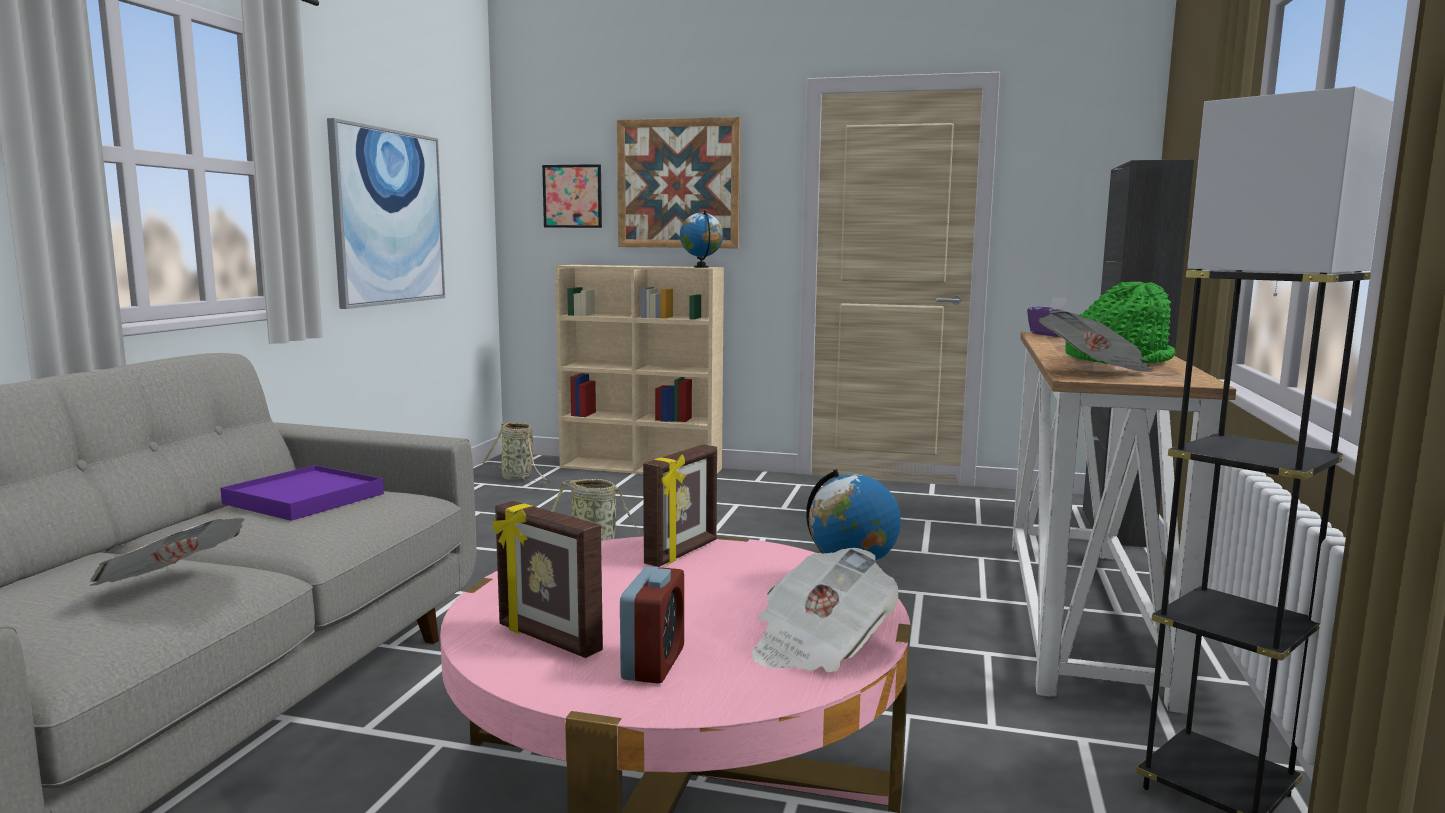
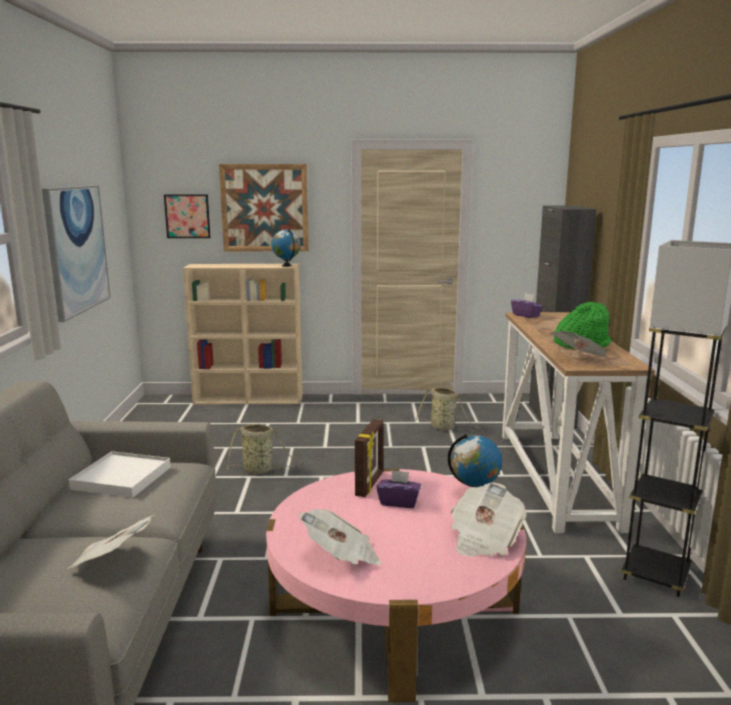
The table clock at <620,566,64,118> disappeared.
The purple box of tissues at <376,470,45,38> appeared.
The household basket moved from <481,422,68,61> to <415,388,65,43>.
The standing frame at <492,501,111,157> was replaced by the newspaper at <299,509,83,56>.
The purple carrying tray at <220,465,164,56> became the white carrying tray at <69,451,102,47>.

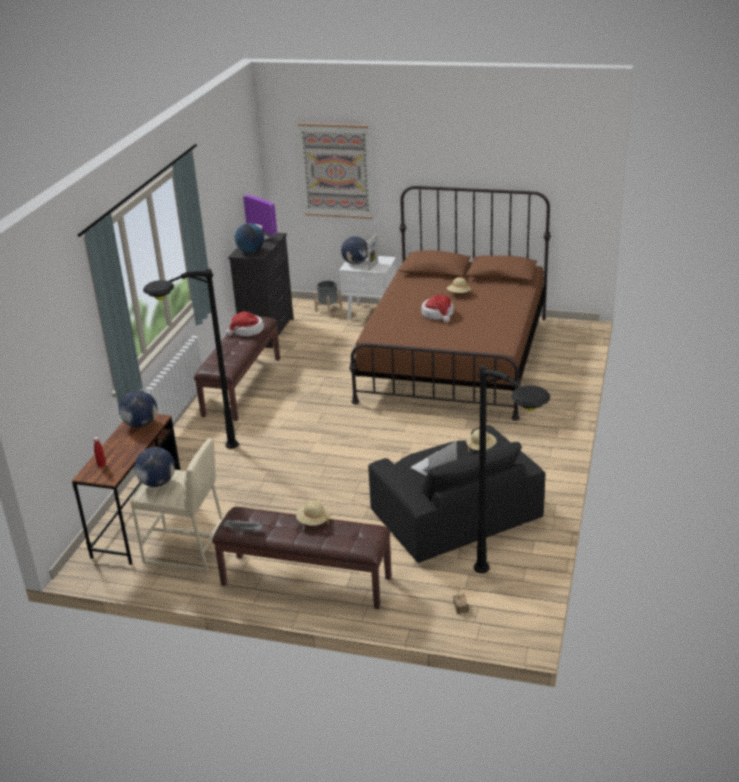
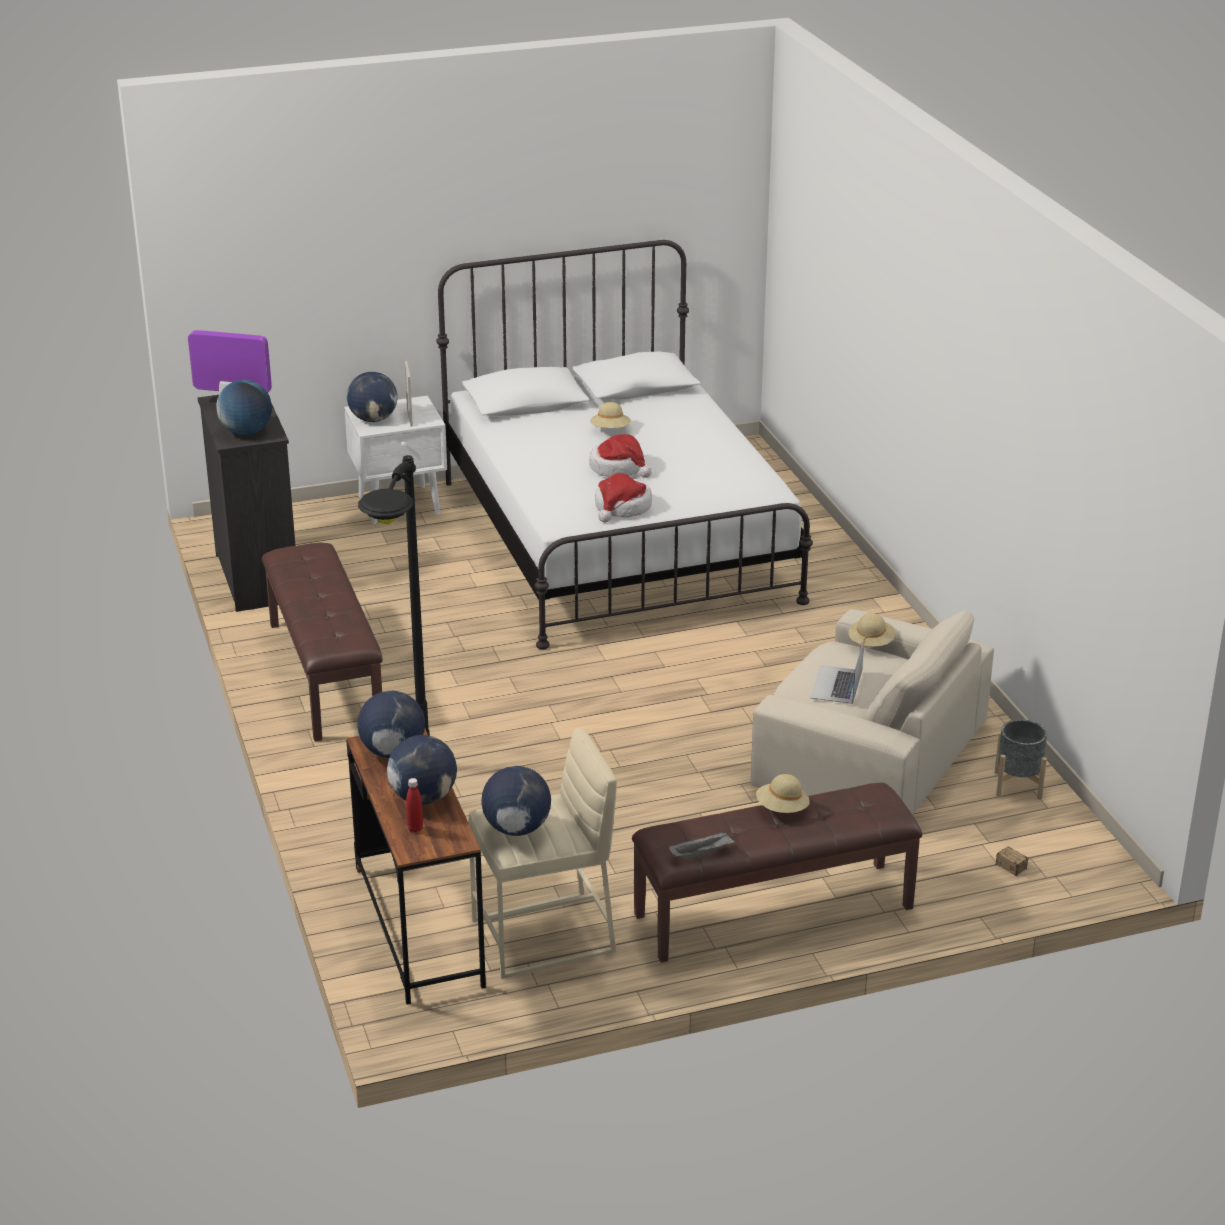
The wall picture at <298,123,75,96> disappeared.
The blackish standing lamp at <474,365,77,208> disappeared.
The globe at <387,735,70,70> appeared.
The wearable hat moved from <226,312,38,24> to <595,473,57,50>.
The gray flower pot moved from <314,280,28,36> to <995,719,52,81>.
The brownish sleeping bed at <349,186,202,235> became the white sleeping bed at <436,240,377,409>.
The blackish easy chair at <368,425,177,138> became the sand-coloured easy chair at <750,609,244,206>.

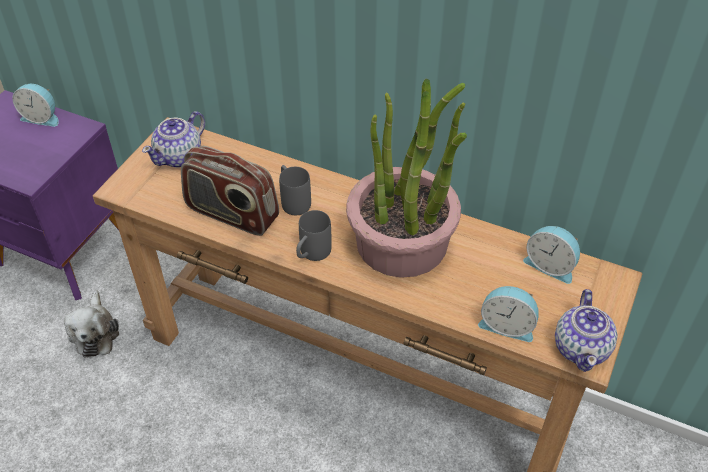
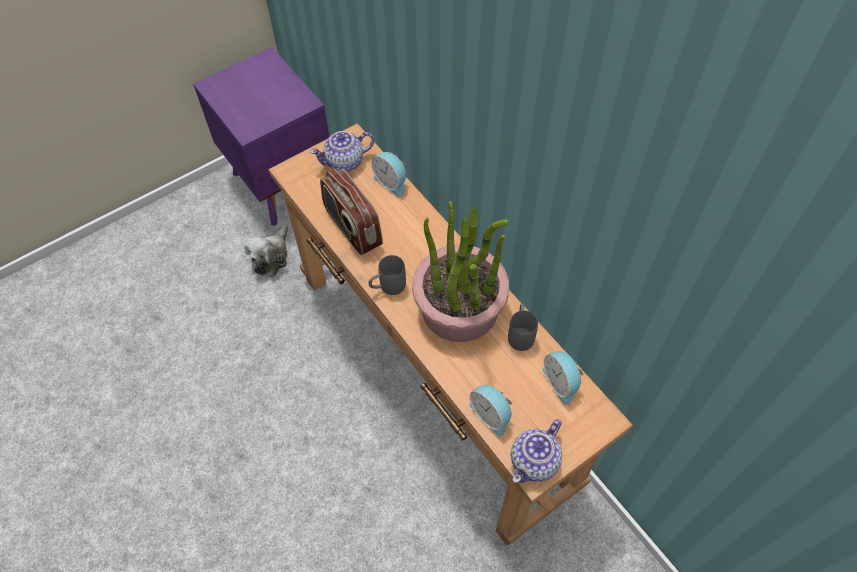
The table clock moved from <12,84,47,43> to <372,152,34,45>.
The gray tea mug moved from <279,165,32,50> to <508,303,30,48>.

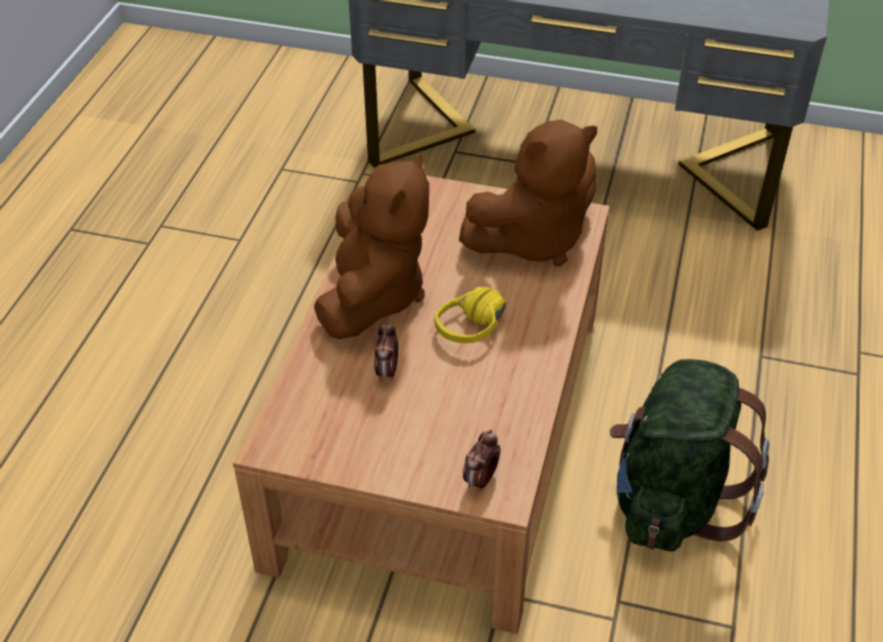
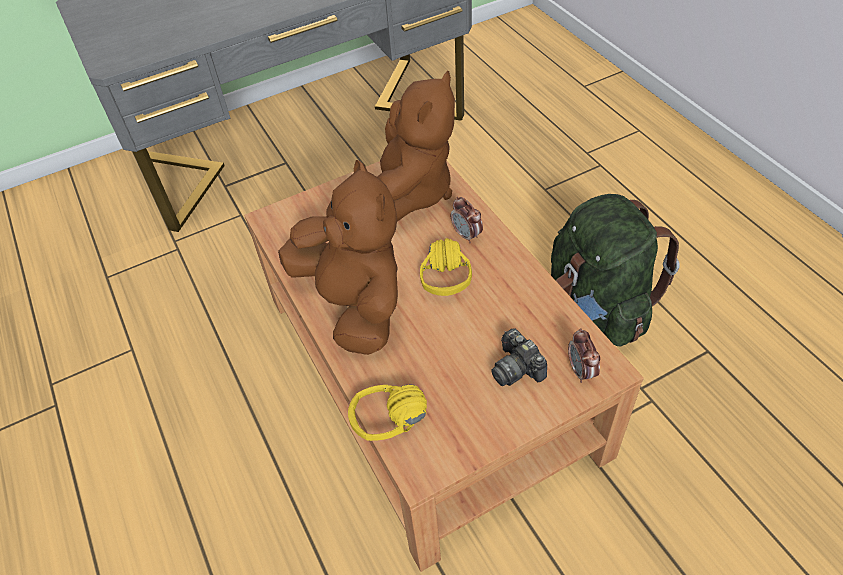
The yellow headset at <348,385,79,56> appeared.
The still camera at <491,328,56,58> appeared.
The table clock moved from <374,321,24,60> to <451,197,32,46>.

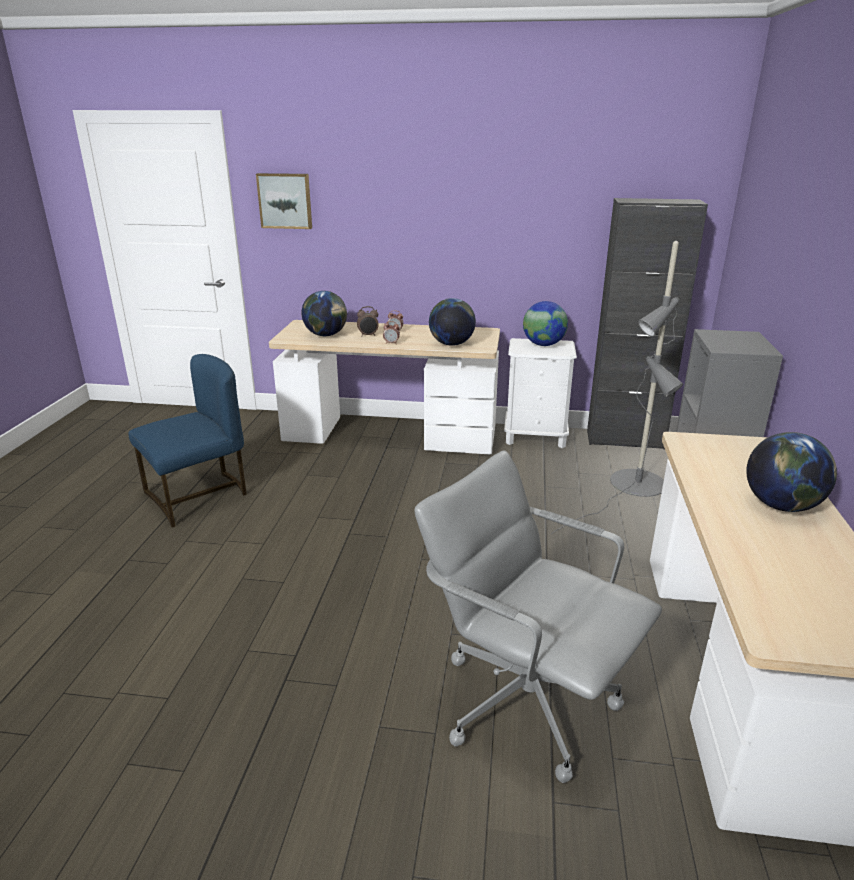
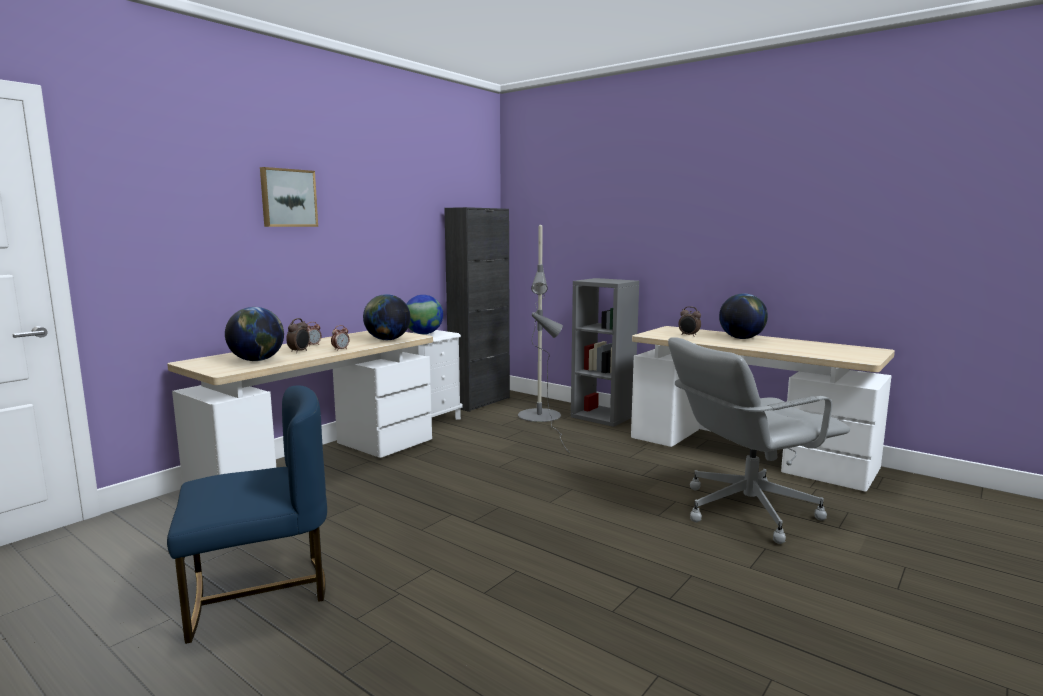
The table clock at <678,306,23,31> appeared.
The wall picture moved from <256,173,56,56> to <260,167,58,60>.
The blue-coloured plain chair at <129,354,117,173> turned 75 degrees clockwise.

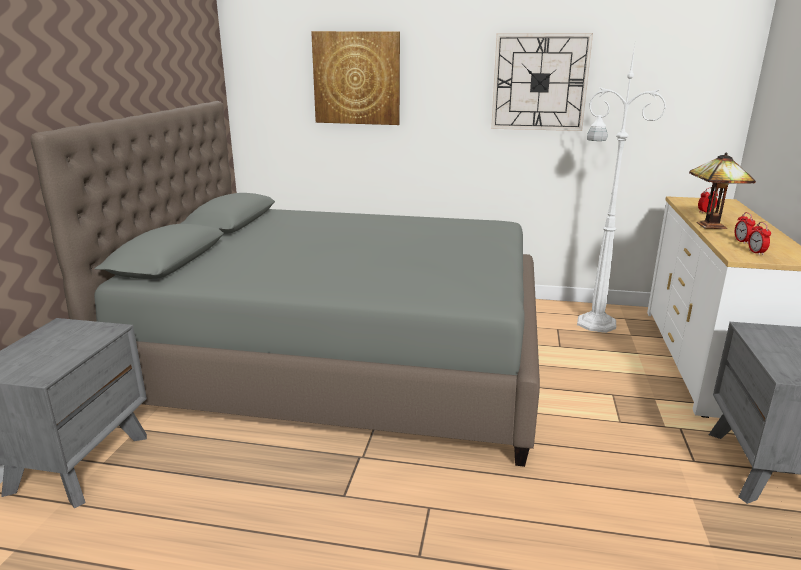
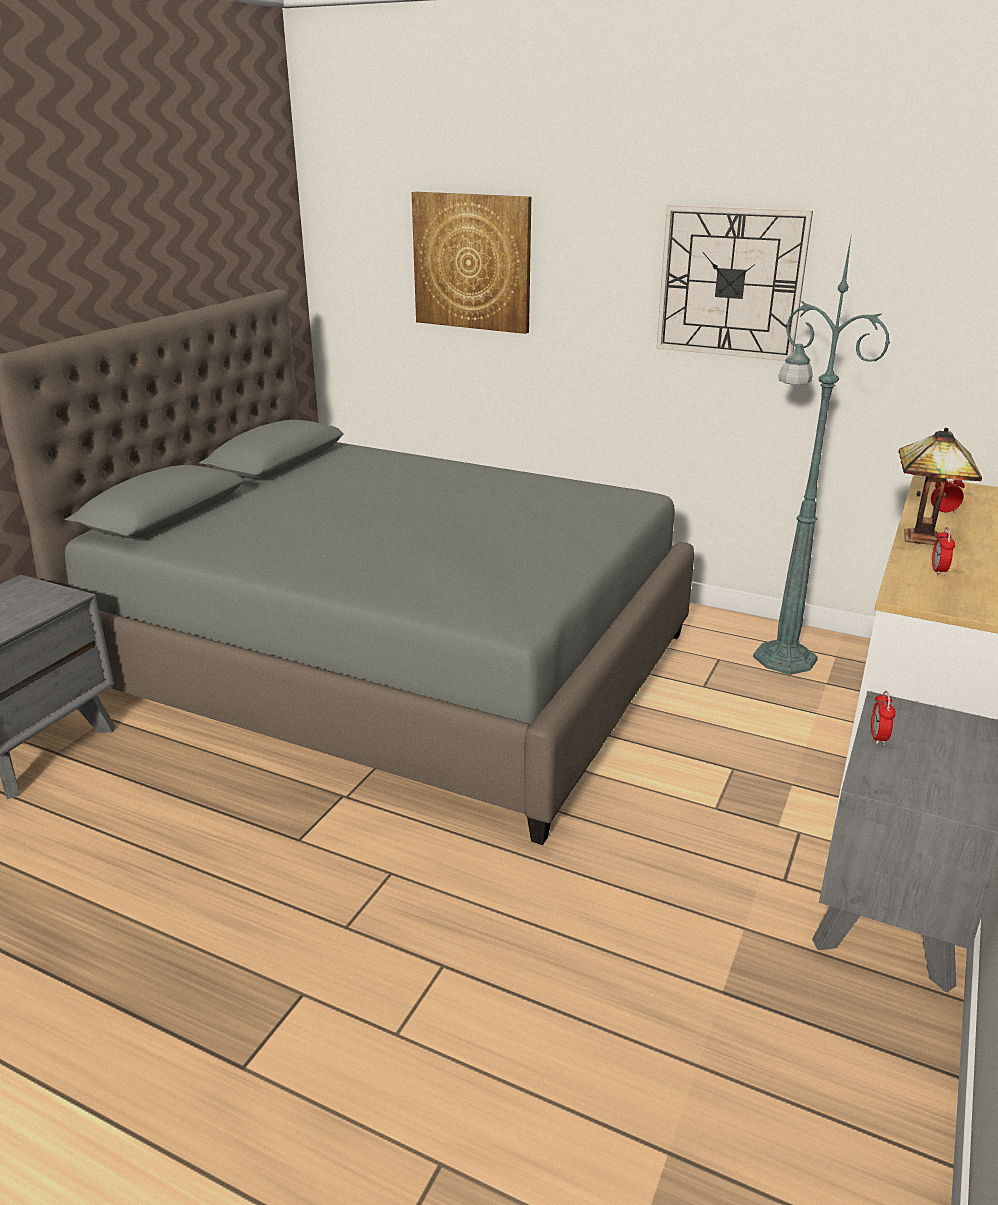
The table clock moved from <748,222,23,33> to <871,691,25,54>.
The white standing lamp at <577,45,90,288> became the green-coloured standing lamp at <753,238,137,437>.

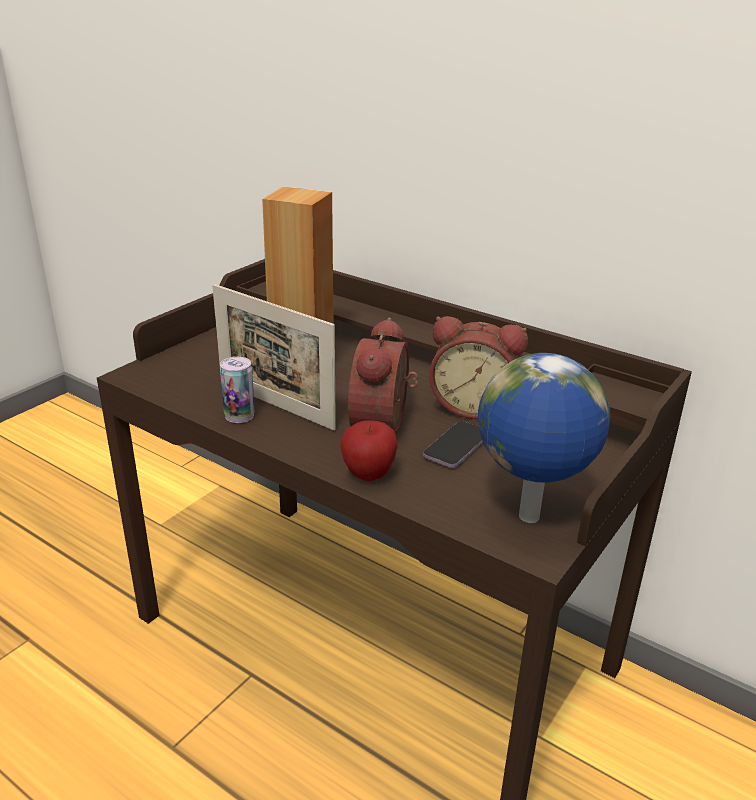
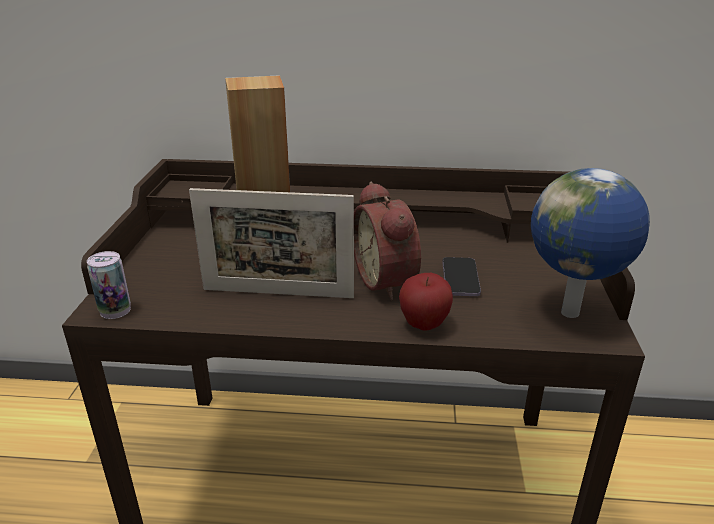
The table clock at <429,316,99,103> disappeared.
The sealed can moved from <220,357,35,66> to <87,251,44,68>.

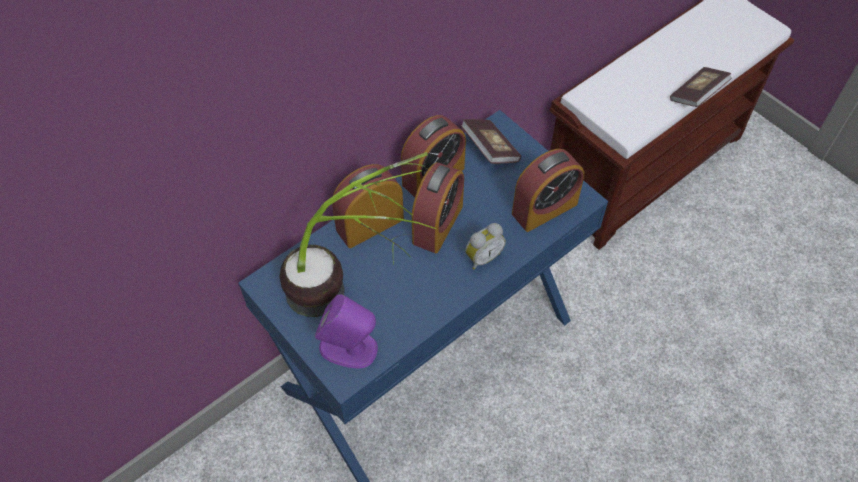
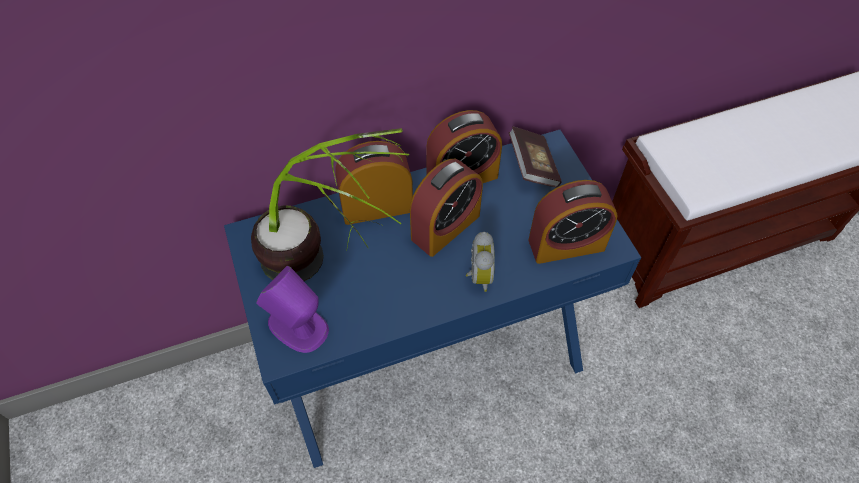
The bound book at <670,67,62,40> disappeared.
The table clock at <465,223,41,47> turned 75 degrees counterclockwise.

